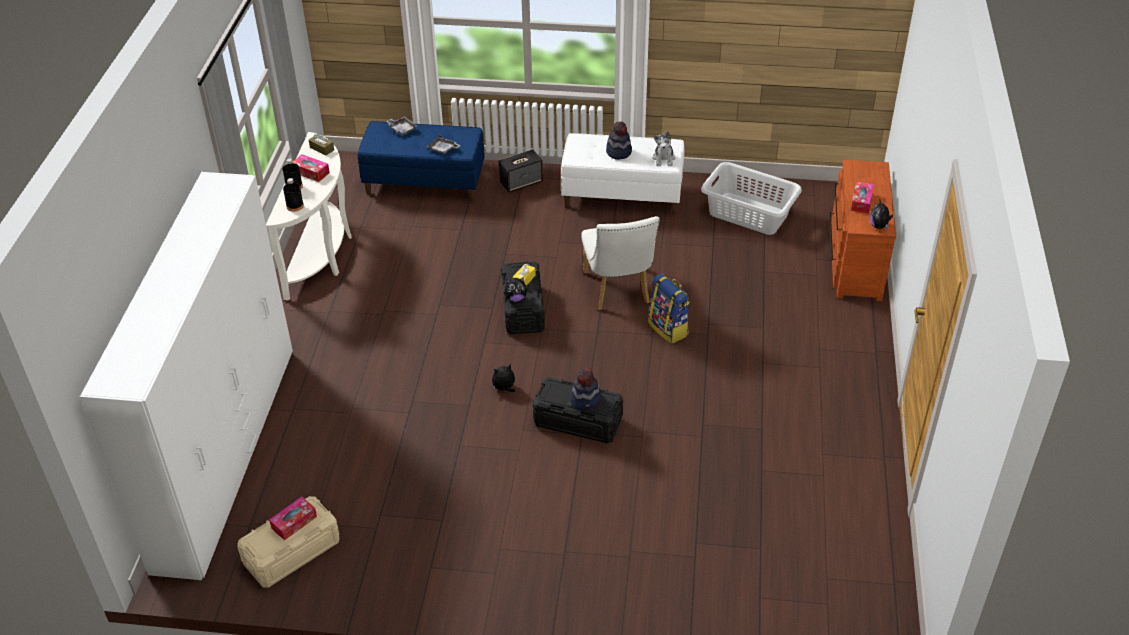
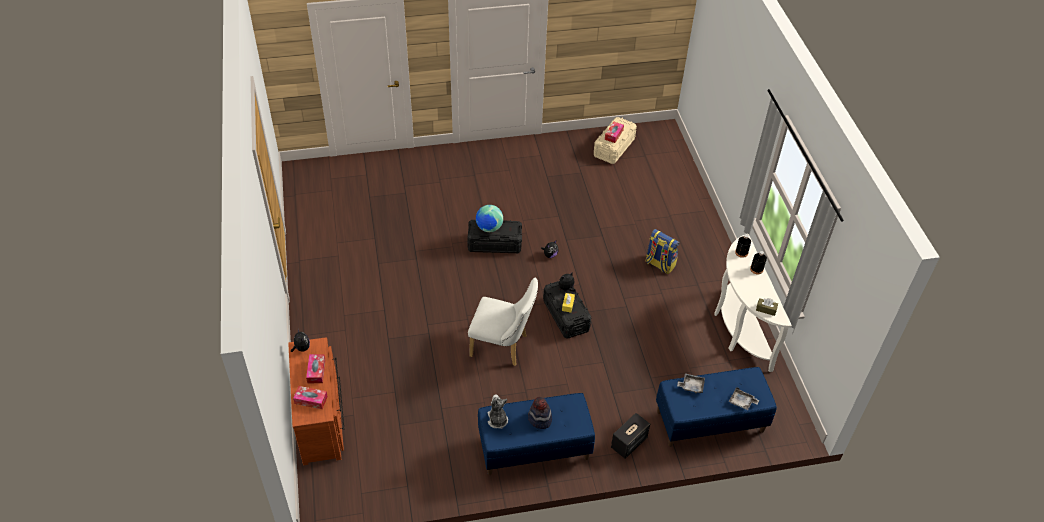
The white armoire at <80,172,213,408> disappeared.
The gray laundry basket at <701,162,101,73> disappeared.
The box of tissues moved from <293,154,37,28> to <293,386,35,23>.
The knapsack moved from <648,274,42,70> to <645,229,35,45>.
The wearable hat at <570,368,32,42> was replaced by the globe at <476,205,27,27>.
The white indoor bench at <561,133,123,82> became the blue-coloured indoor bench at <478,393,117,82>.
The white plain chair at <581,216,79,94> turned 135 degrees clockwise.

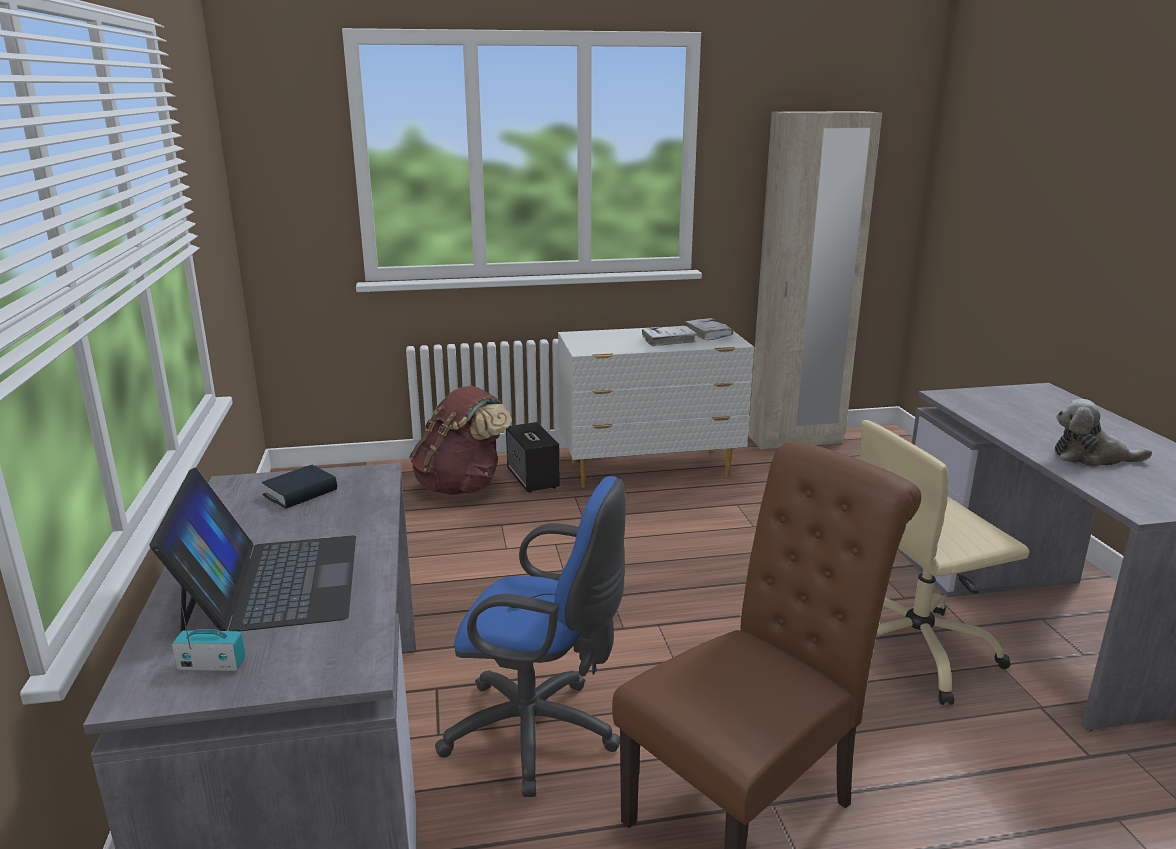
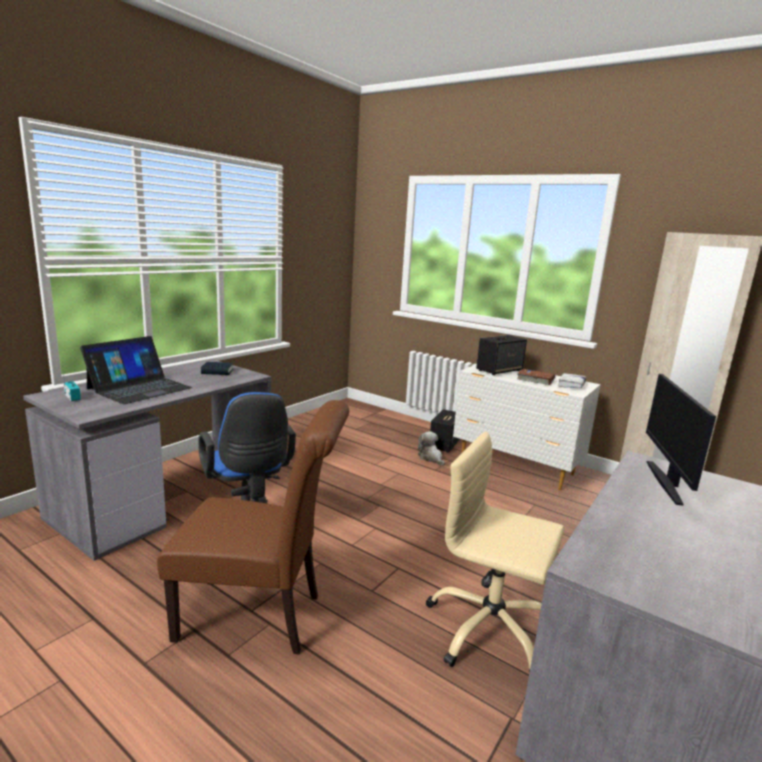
The brownish knapsack at <409,386,103,109> disappeared.
The speaker at <476,335,51,40> appeared.
The monitor at <646,374,70,132> appeared.
The cuddly toy moved from <1055,399,97,68> to <418,432,27,34>.
The white bound book at <642,326,55,20> became the brownish bound book at <517,369,38,16>.

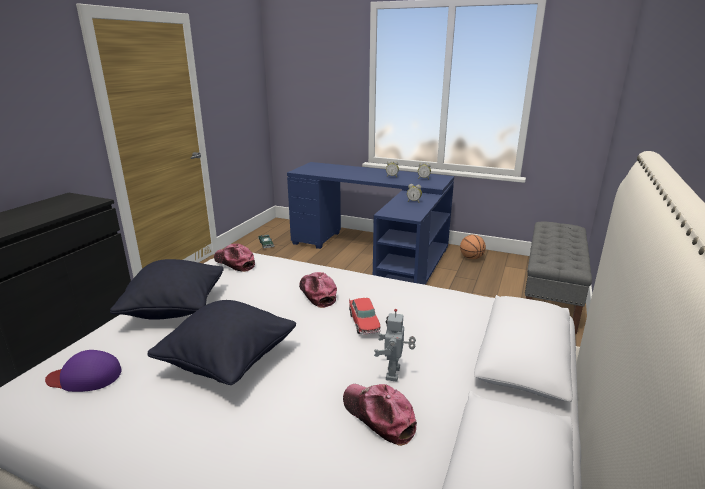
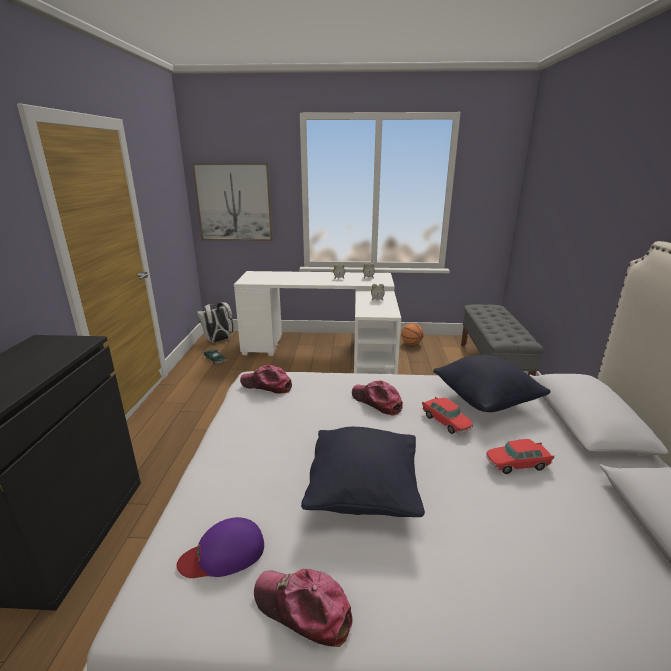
The wall picture at <192,163,81,78> appeared.
The white knapsack at <196,302,37,41> appeared.
The blackish pillow moved from <110,259,114,61> to <433,355,118,57>.
The cap moved from <343,384,74,62> to <254,569,99,78>.
The model robot at <374,309,42,73> was replaced by the miniature car at <486,439,68,35>.
The blue-coloured desk unit at <287,162,167,123> became the white desk unit at <234,271,167,103>.

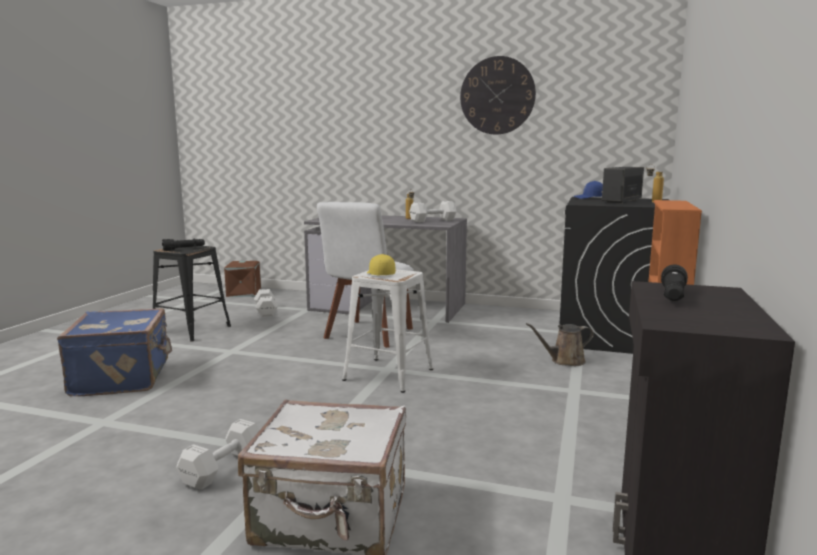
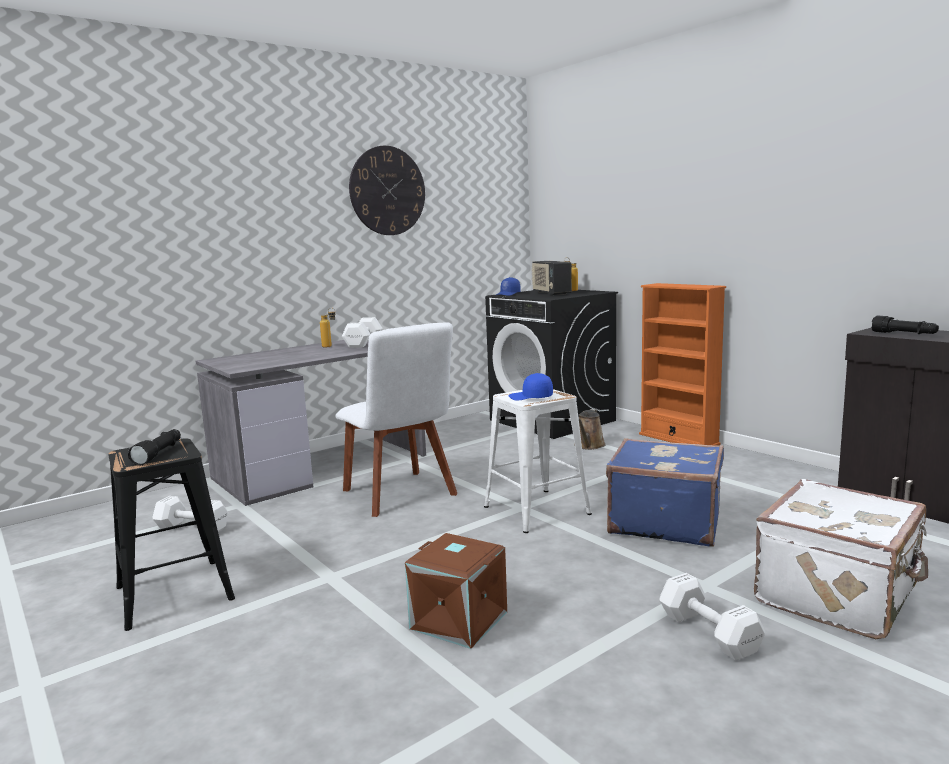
The blue-coloured piece of luggage moved from <57,308,115,88> to <606,438,118,109>.
The brownish storage box moved from <224,261,37,36> to <405,533,102,116>.
The yellow cap at <367,254,28,21> became the blue-coloured cap at <509,373,44,27>.

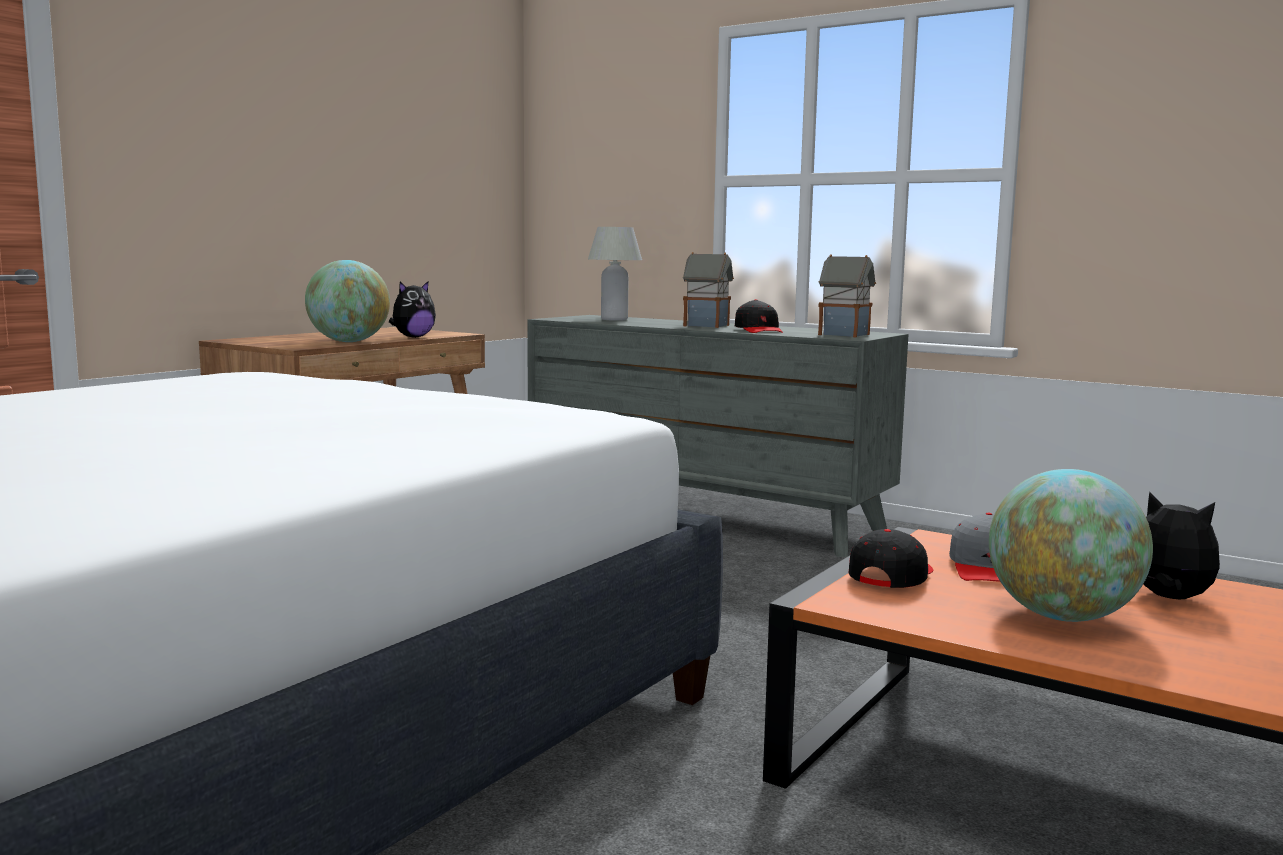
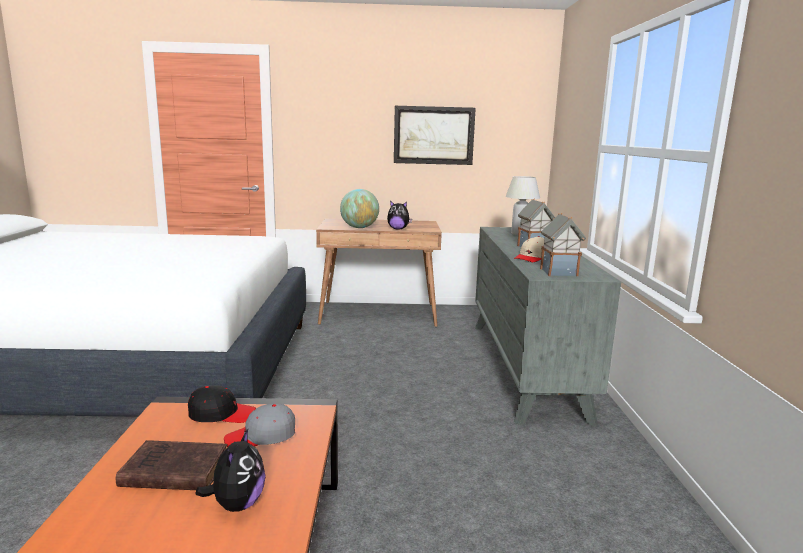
The wall picture at <394,106,82,59> appeared.
The globe at <989,469,164,153> was replaced by the brownish bound book at <116,440,112,50>.
The blackish cap at <735,299,48,34> became the sand-coloured cap at <514,236,31,26>.

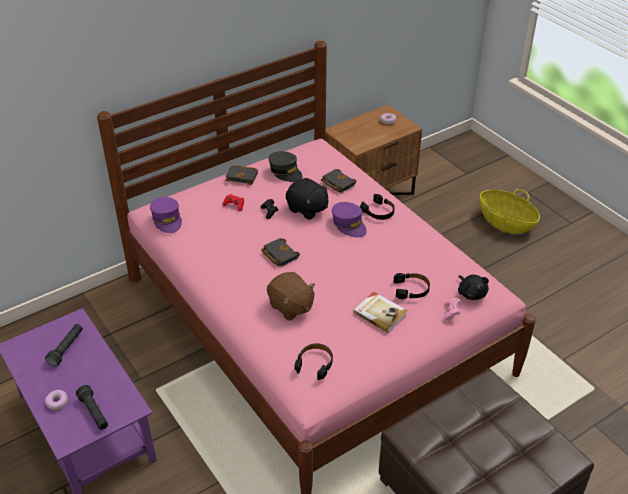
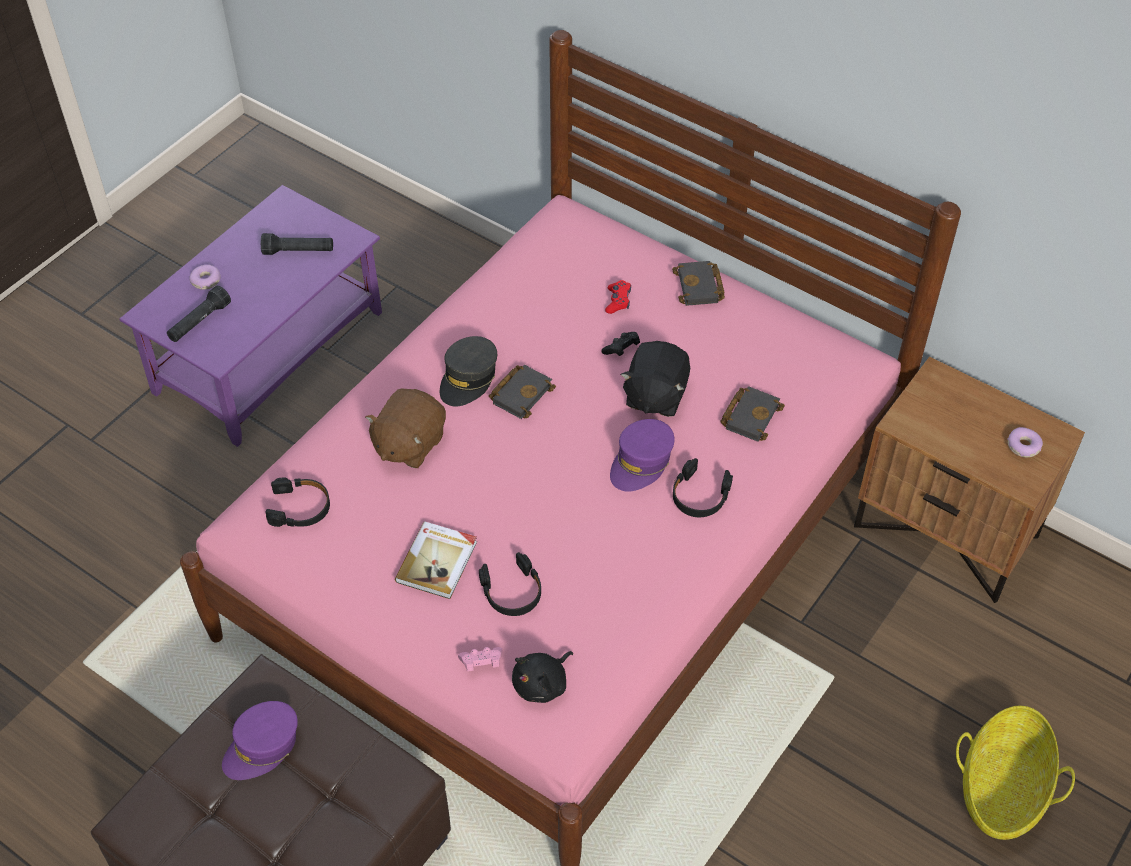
The purple cap moved from <150,197,32,36> to <222,701,76,79>.
The gray cap moved from <269,151,33,31> to <440,336,57,71>.

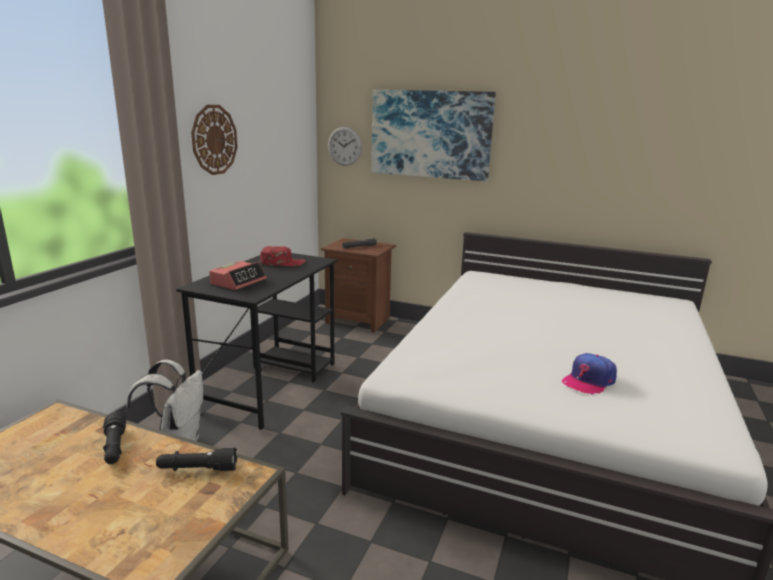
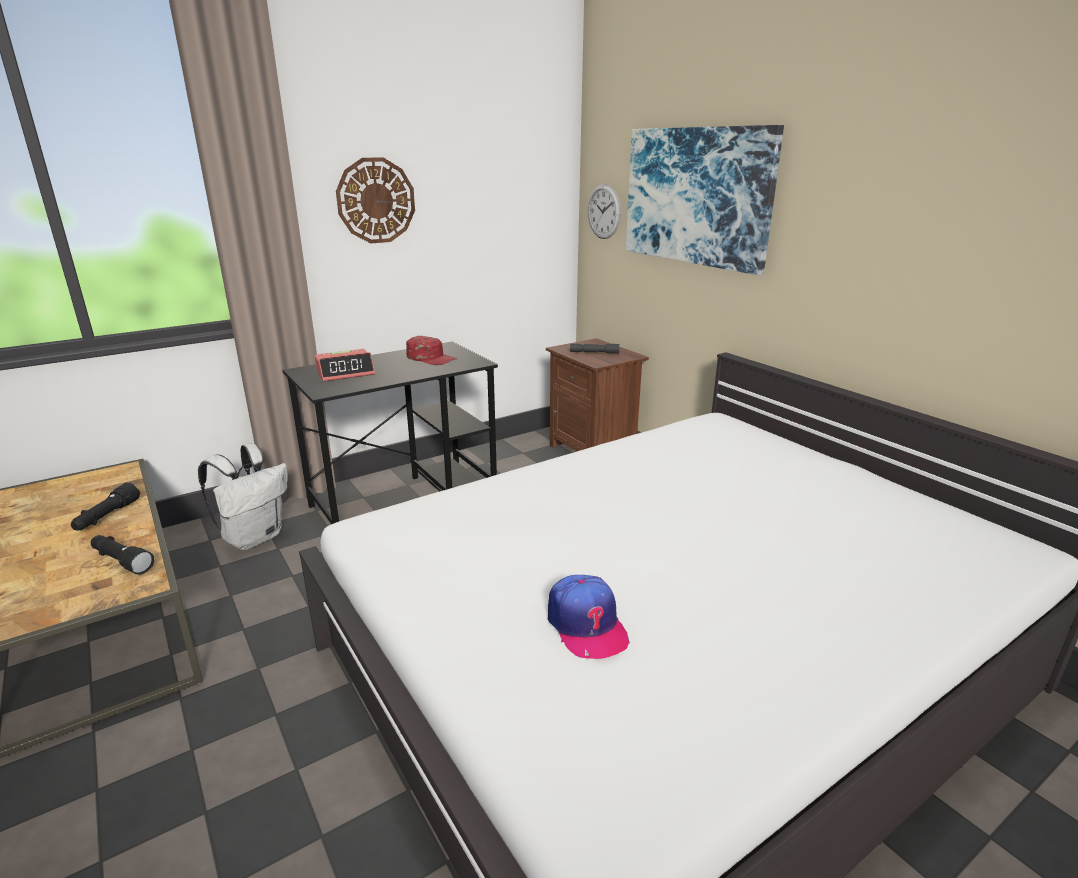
The cap at <562,353,55,42> turned 105 degrees counterclockwise.

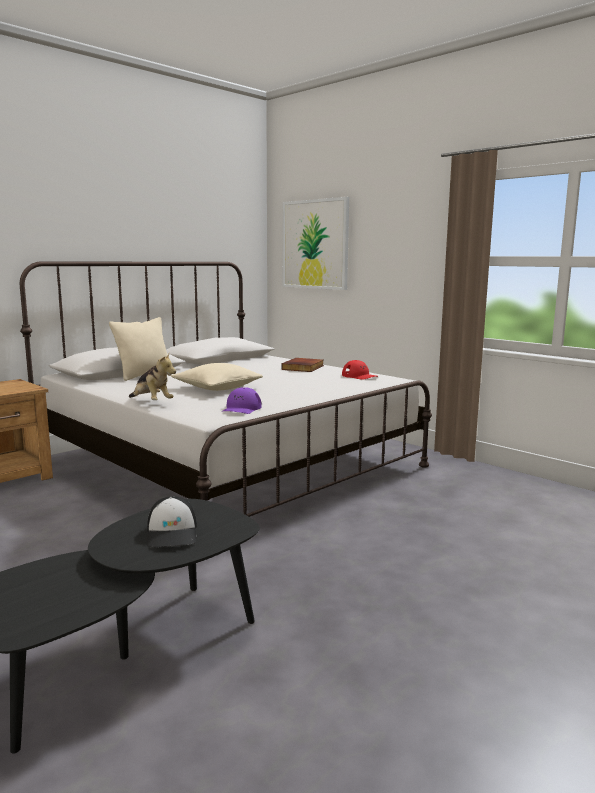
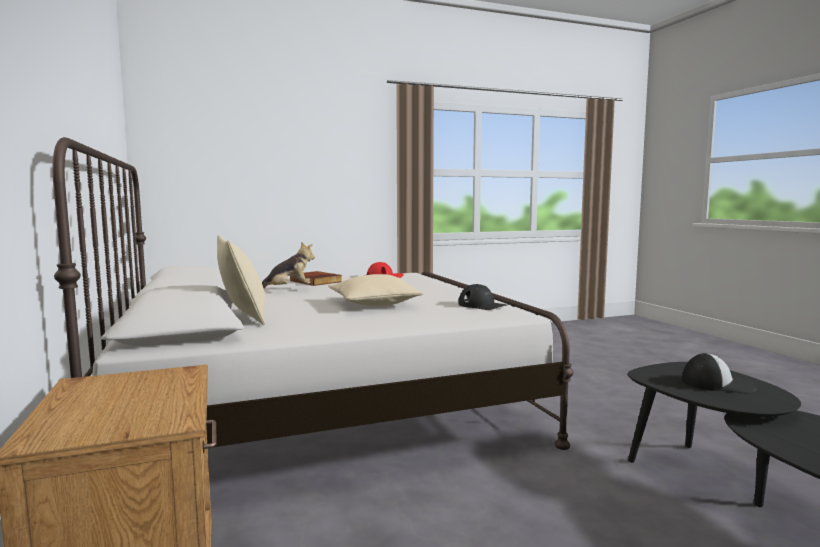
The wall picture at <283,197,66,93> disappeared.
The cuddly toy moved from <129,354,47,46> to <262,243,53,45>.
The purple cap at <222,387,40,27> became the blackish cap at <458,284,49,26>.

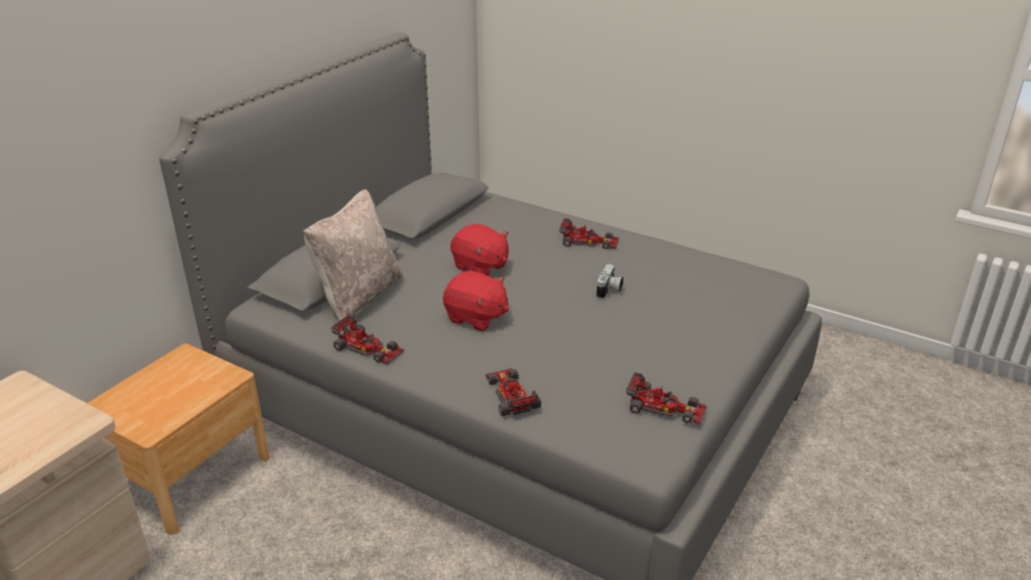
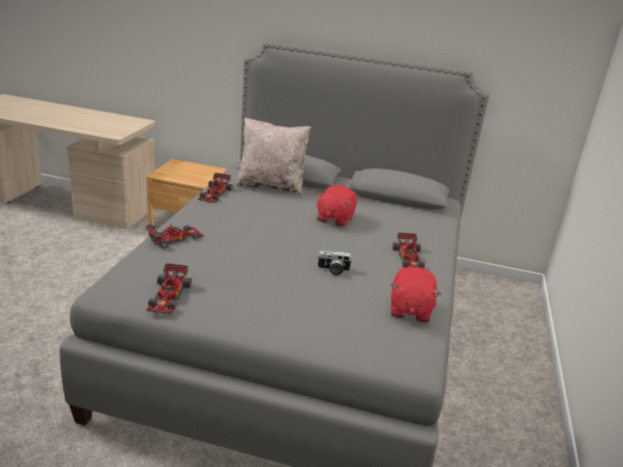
The red cuddly toy moved from <443,271,66,60> to <390,267,51,56>.

